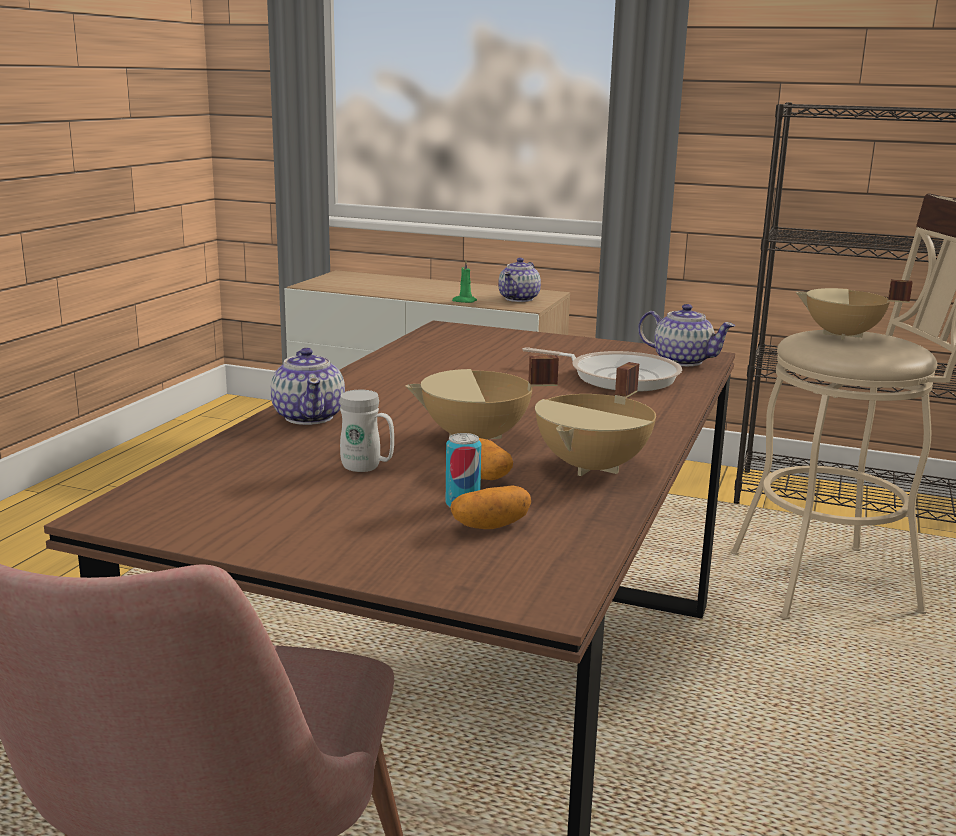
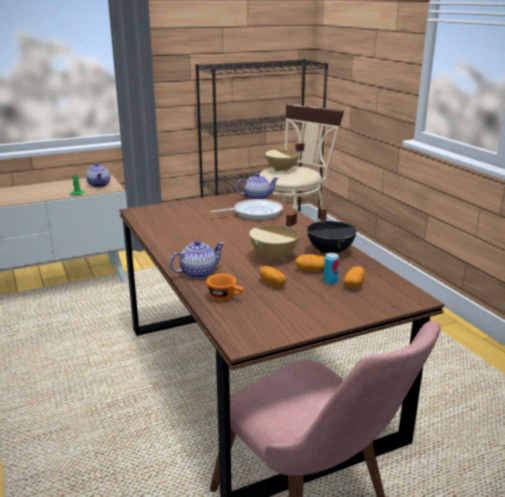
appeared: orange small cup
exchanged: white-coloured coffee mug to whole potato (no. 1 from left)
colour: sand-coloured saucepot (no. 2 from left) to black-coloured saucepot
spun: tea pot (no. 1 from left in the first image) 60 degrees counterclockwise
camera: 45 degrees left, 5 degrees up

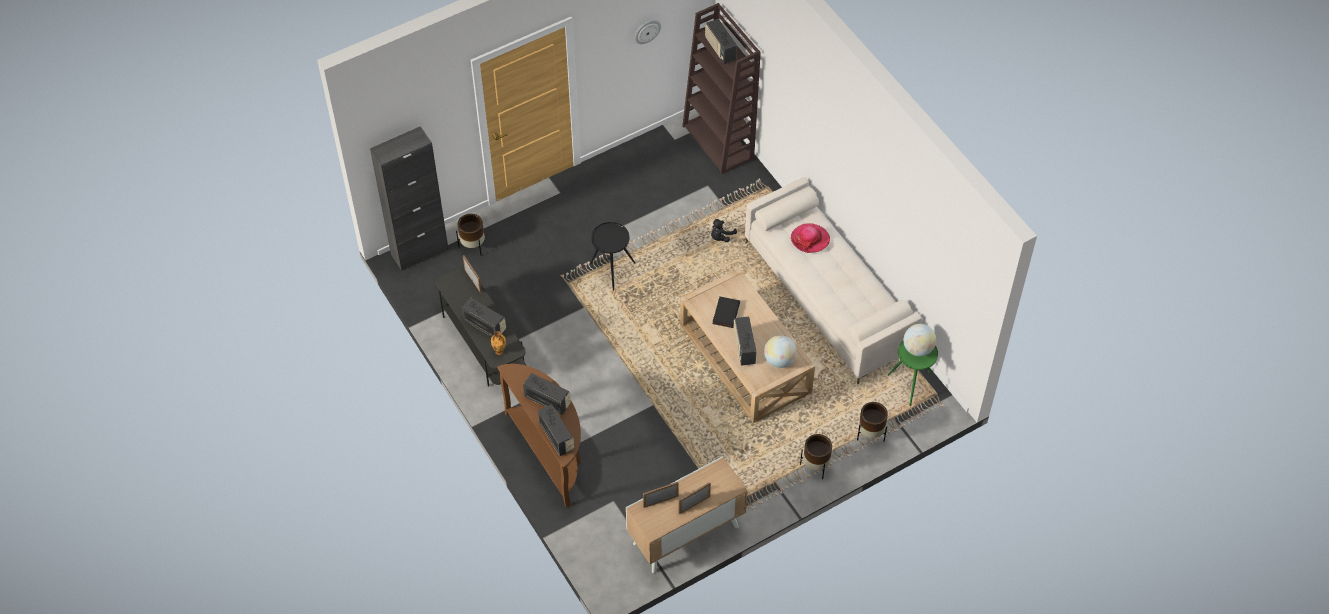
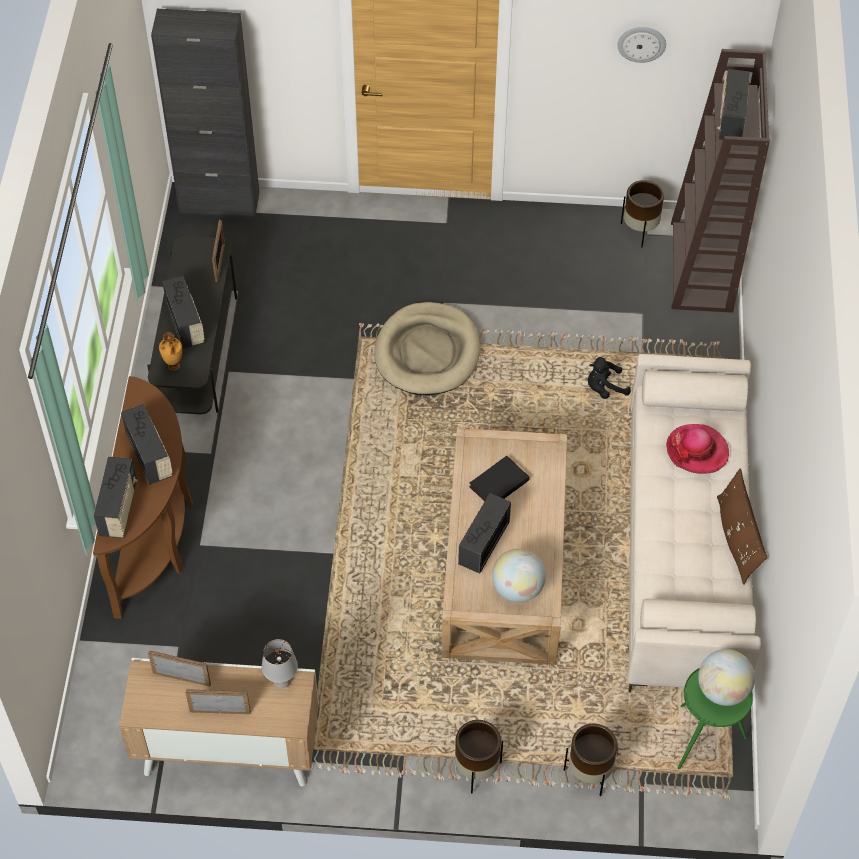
appeared: brown-coloured cushion; gray tabletop lamp
relocated: brown-coloured planter (no. 1 from left in the first image) to brown-coloured planter (no. 3 from left)
exchanged: black-coloured end table to sand-coloured dog cushion
camera: 35 degrees right, 0 degrees up

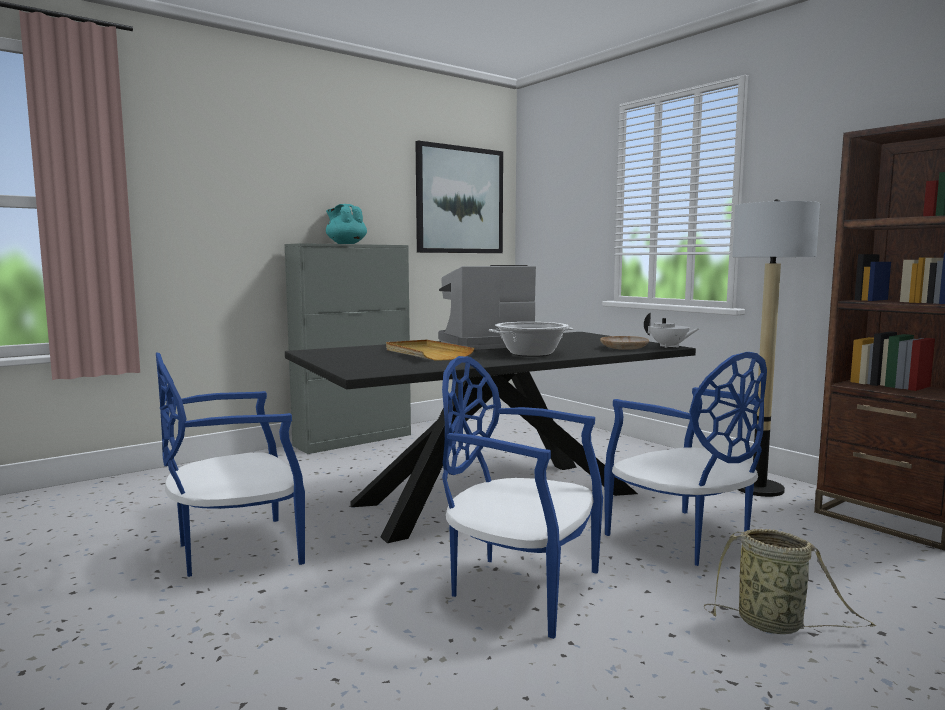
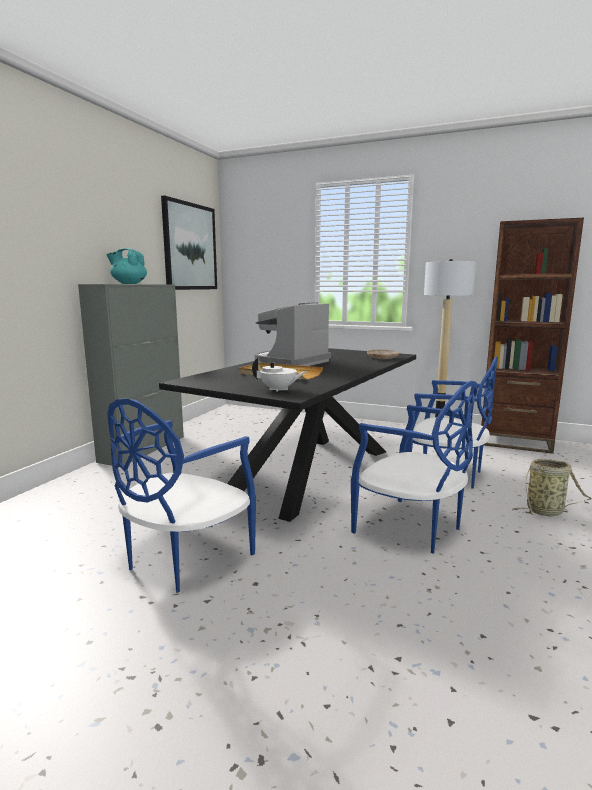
missing: saucepot
relocated: white-coloured tea pot
spun: blue-coloured plain chair (no. 2 from left) 135 degrees counterclockwise
camera: 30 degrees left, 5 degrees up

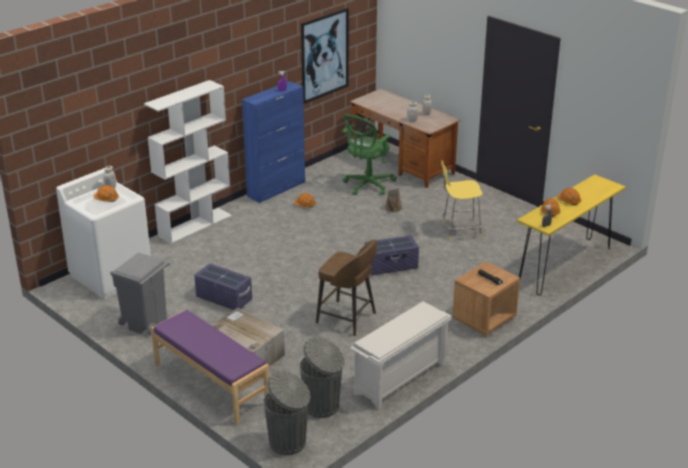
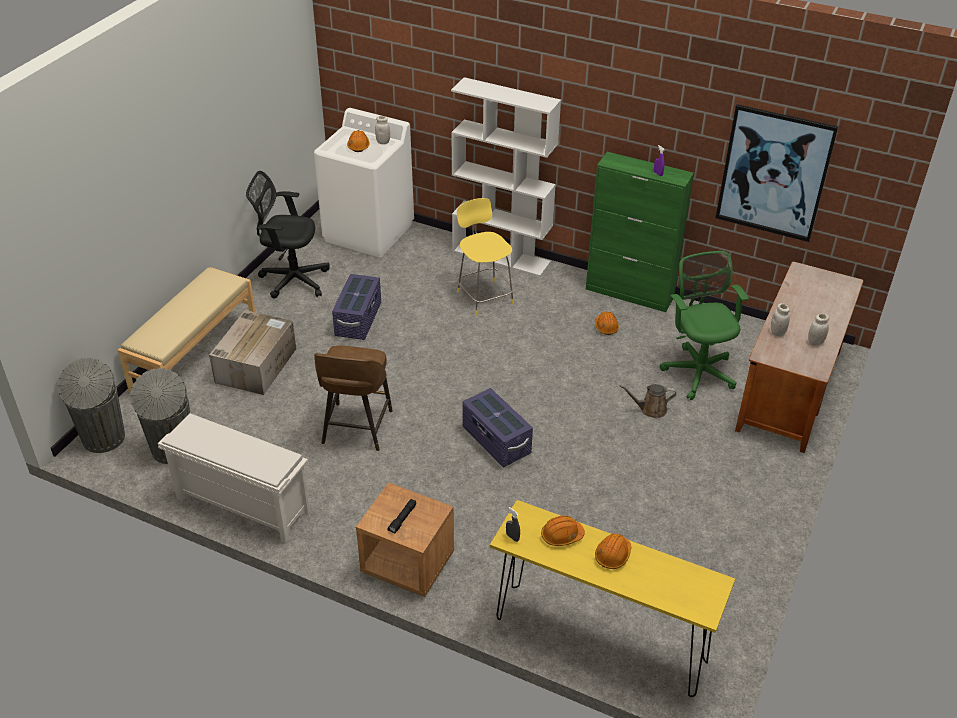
relocated: yellowish stool
exchanged: gray waste bin (no. 1 from left) to black-coloured office chair
colour: blue-coloured cupboard to green-coloured cupboard; purplish indoor bench to sand-coloured indoor bench
spun: green-coloured office chair 60 degrees clockwise
camera: 70 degrees right, 10 degrees up

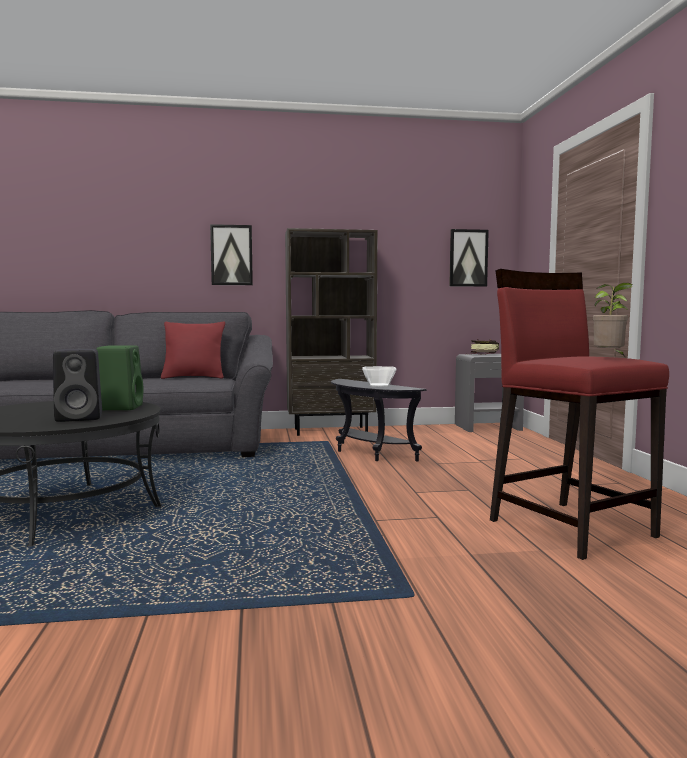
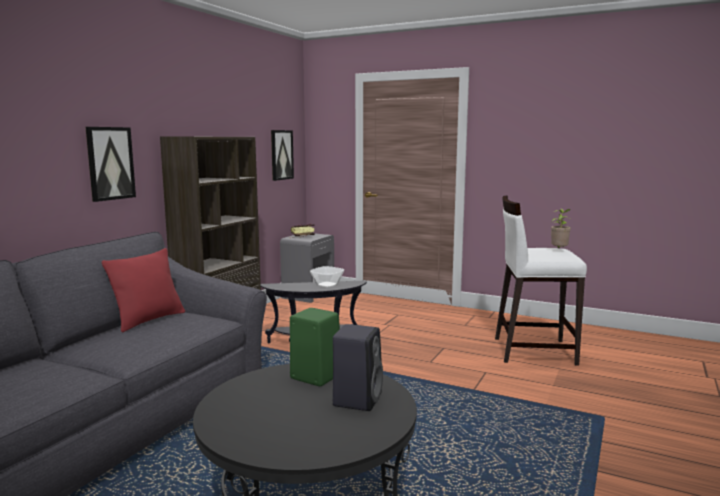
colour: reddish stool to white-coloured stool
camera: 55 degrees left, 5 degrees up

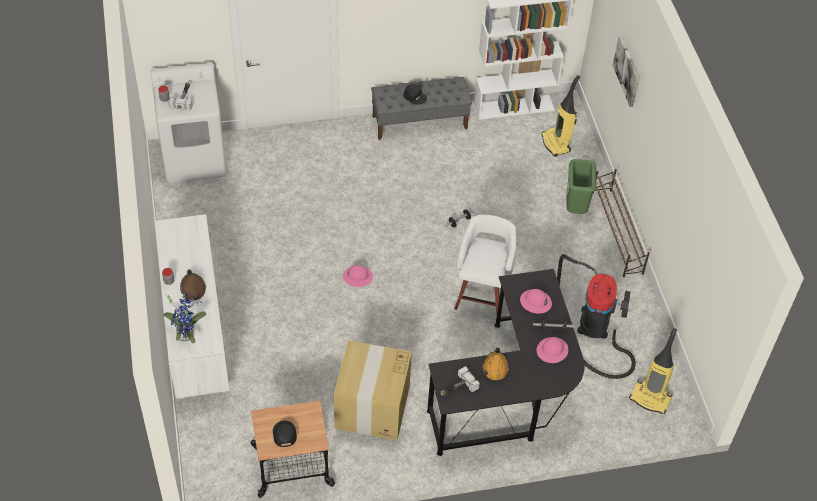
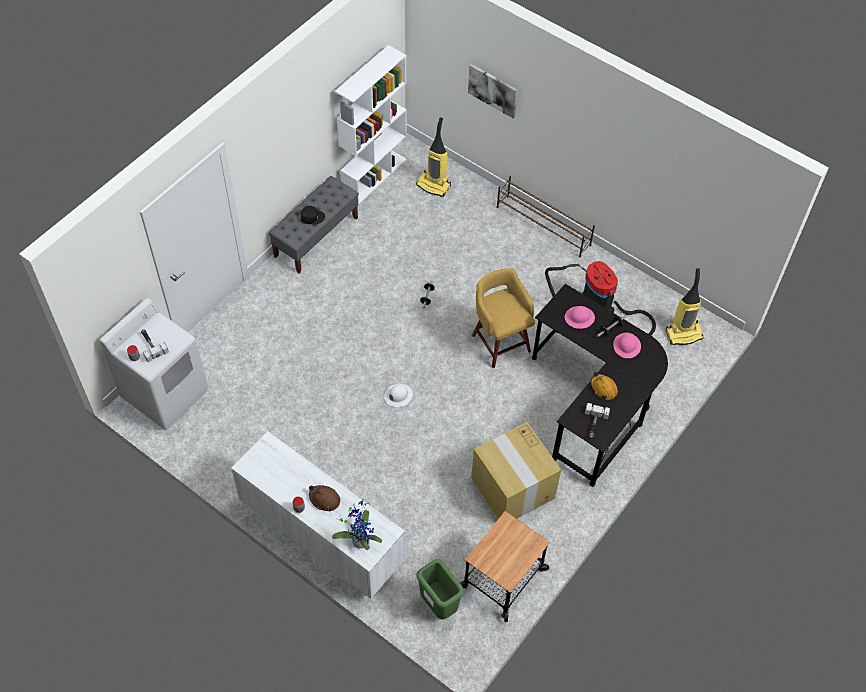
missing: black-coloured peaked cap (no. 1 from left)
relocated: green-coloured waste bin
colour: white-coloured stool to yellowish stool; pink-coloured safety helmet (no. 1 from left) to white-coloured safety helmet
camera: 40 degrees left, 5 degrees up

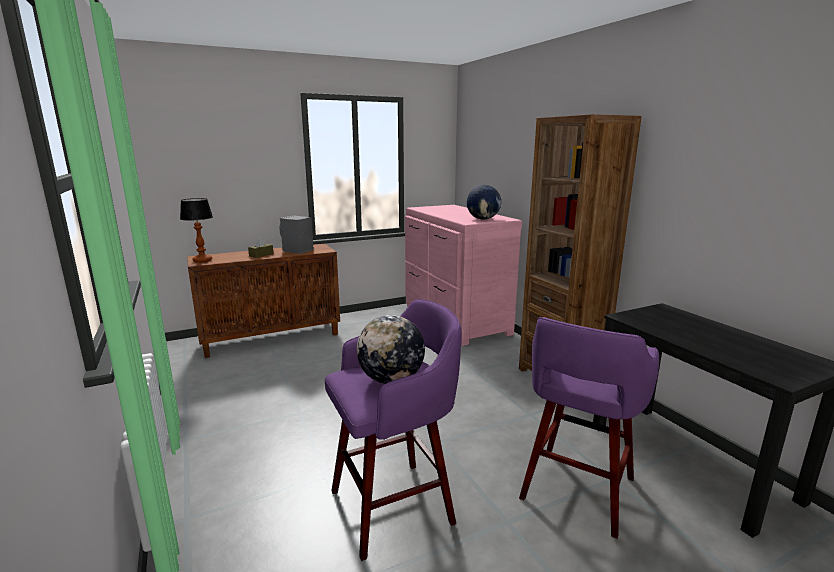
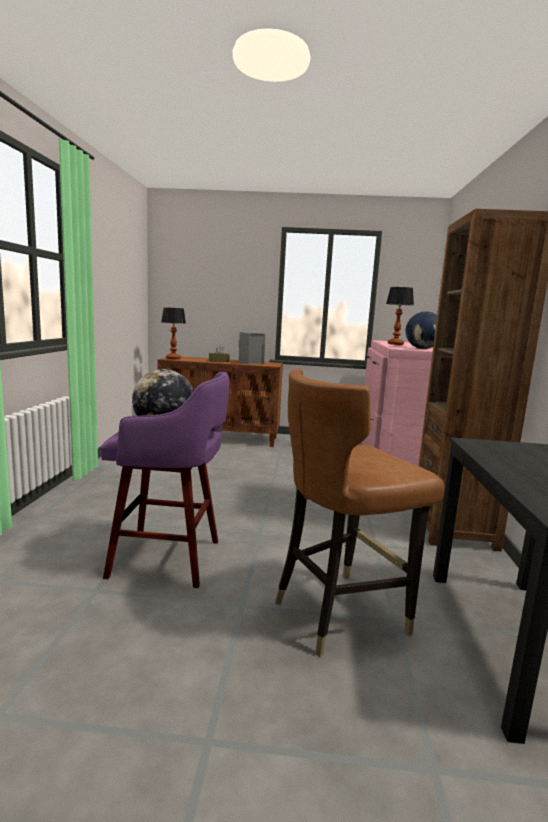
appeared: tabletop lamp (no. 2 from left)
exchanged: purplish stool (no. 2 from left) to brown-coloured plain chair
camera: 30 degrees right, 5 degrees down

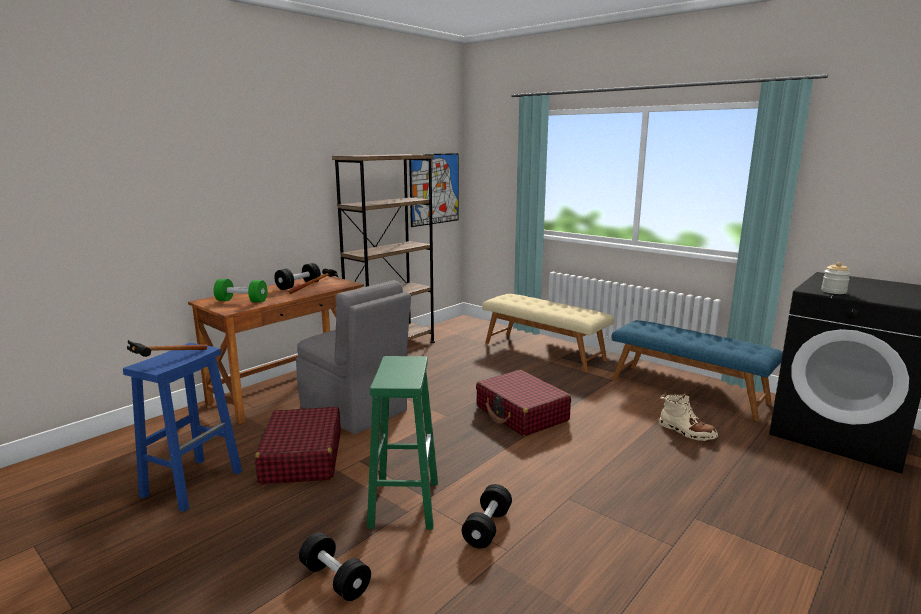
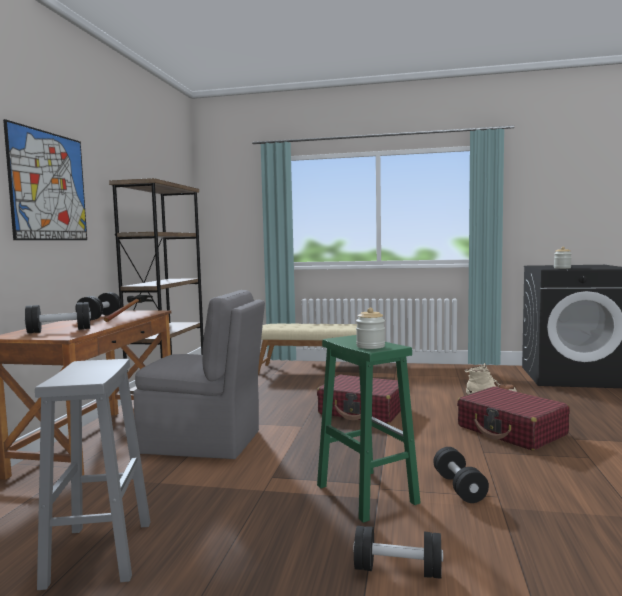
missing: blue-coloured indoor bench; hand hammer (no. 1 from left)
appeared: preserve jar (no. 1 from left)
relocated: wall picture; reddish suitcase (no. 1 from left in the first image) to reddish suitcase (no. 2 from left)
colour: green-coloured hand weight to black-coloured hand weight (no. 1 from left); blue-coloured stool to gray stool
camera: 30 degrees left, 10 degrees down

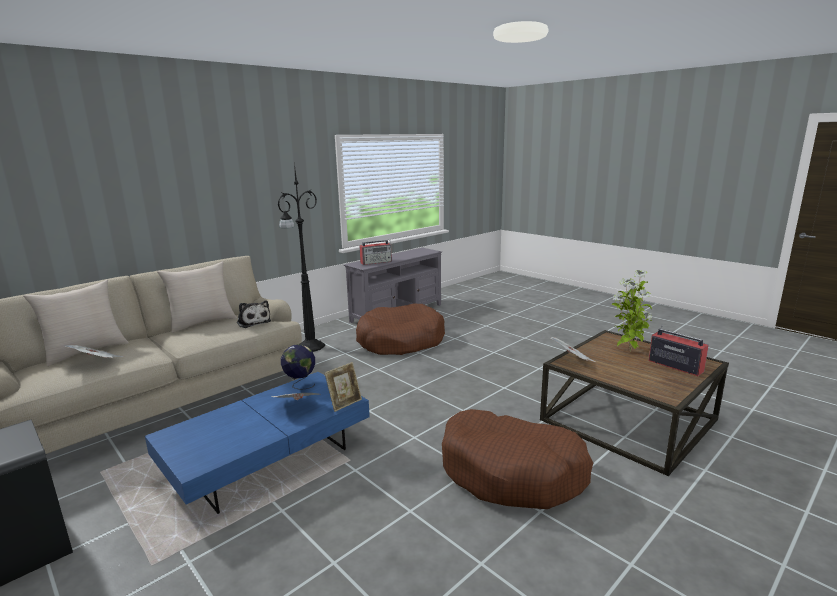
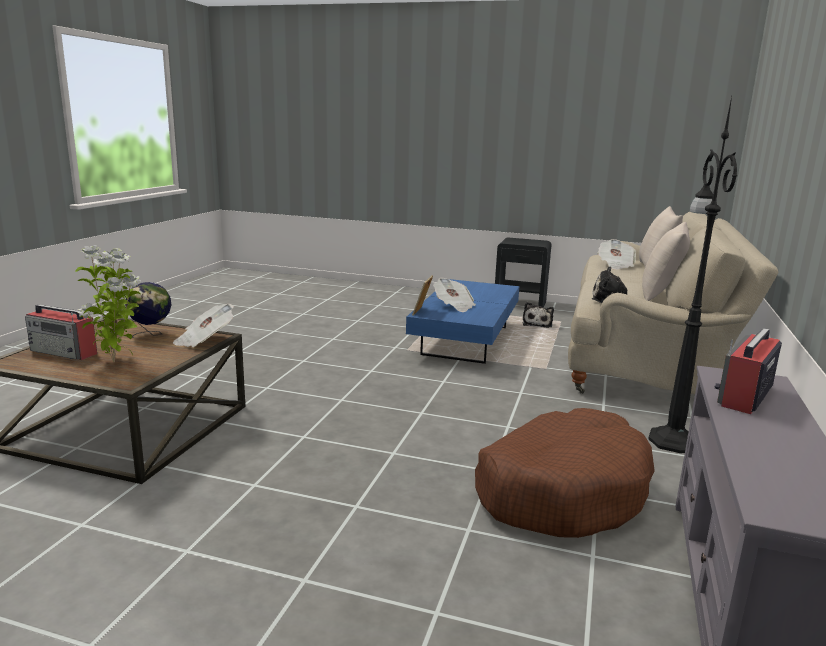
missing: brown-coloured dog cushion (no. 2 from left)
appeared: soft toy (no. 1 from left)
relocated: globe
camera: 150 degrees right, 0 degrees up

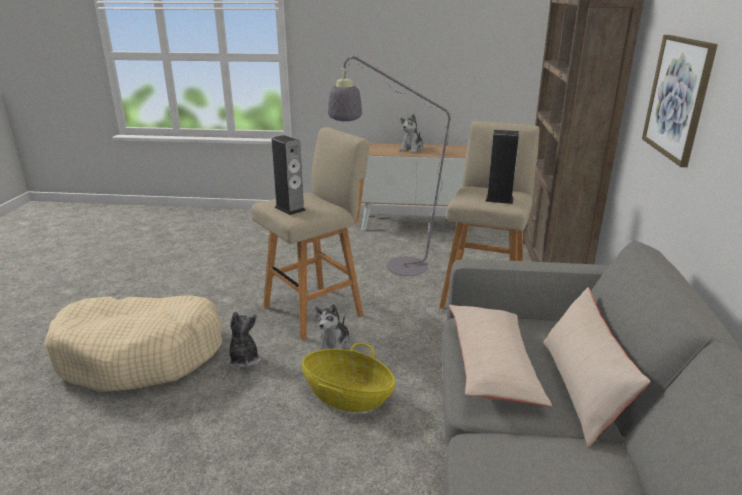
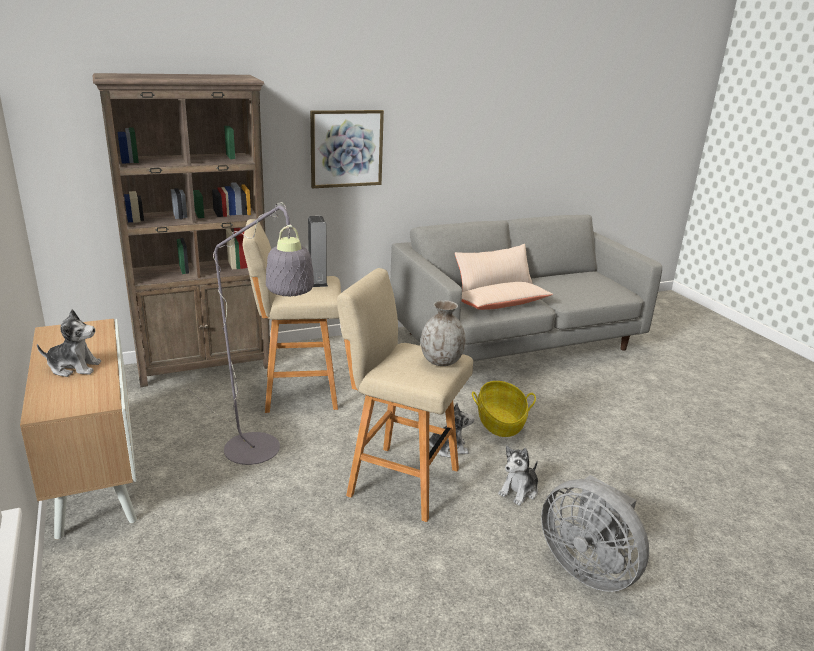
exchanged: loudspeaker (no. 1 from left) to gray decorative vase; sand-coloured dog cushion to gray electric fan
camera: 120 degrees left, 0 degrees up

